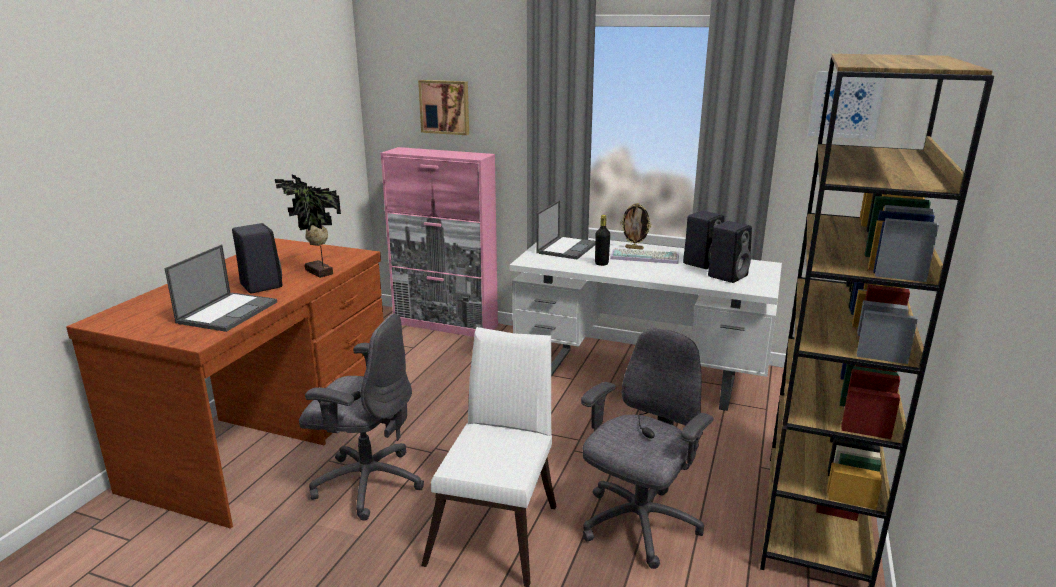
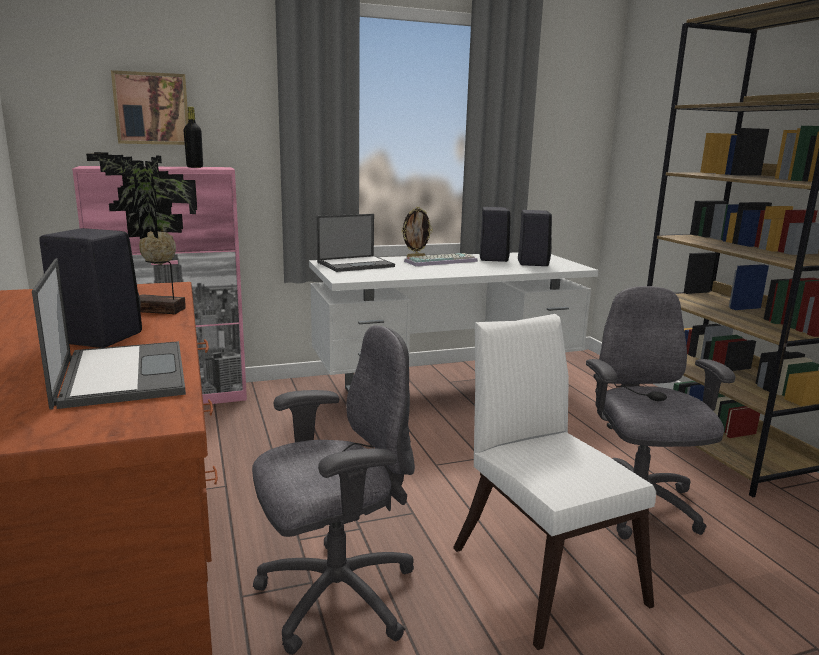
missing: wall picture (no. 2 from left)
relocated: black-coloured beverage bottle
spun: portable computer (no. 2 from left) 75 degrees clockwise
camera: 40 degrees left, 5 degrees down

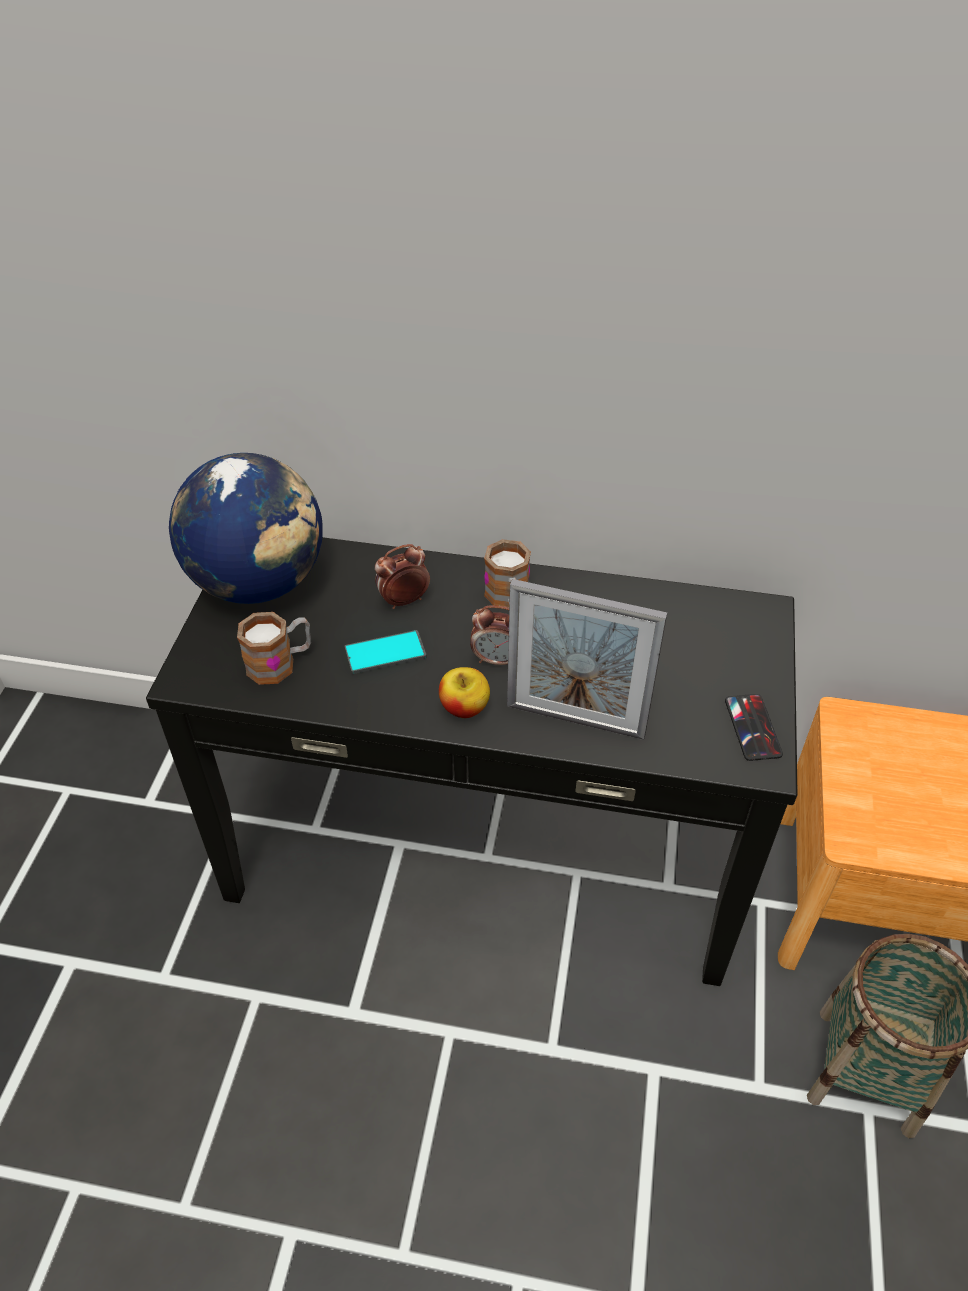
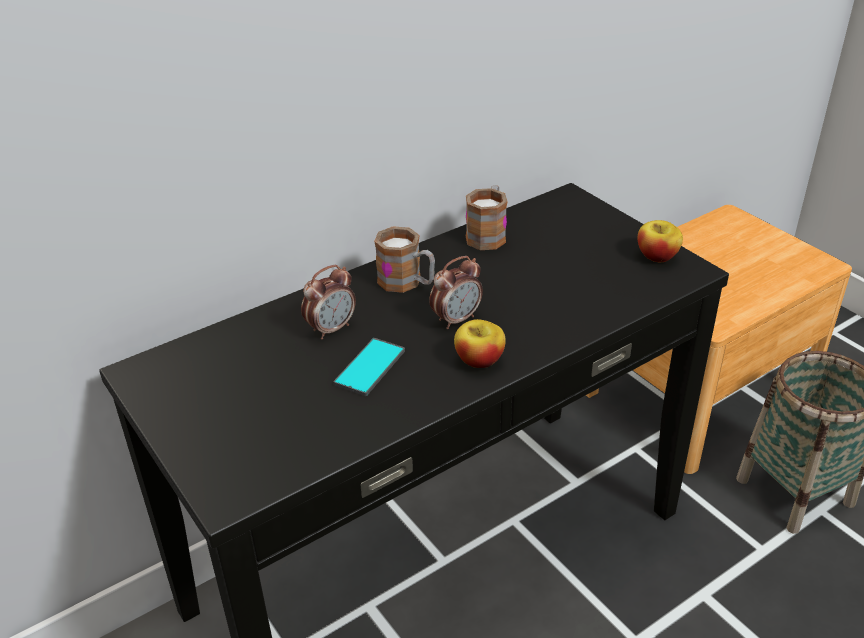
missing: globe; standing frame
relocated: coffee mug (no. 1 from left in the first image) to coffee mug (no. 2 from left)
exchanged: phone (no. 2 from left) to apple (no. 2 from left)
spun: alarm clock (no. 1 from left) 150 degrees counterclockwise
camera: 45 degrees left, 10 degrees down

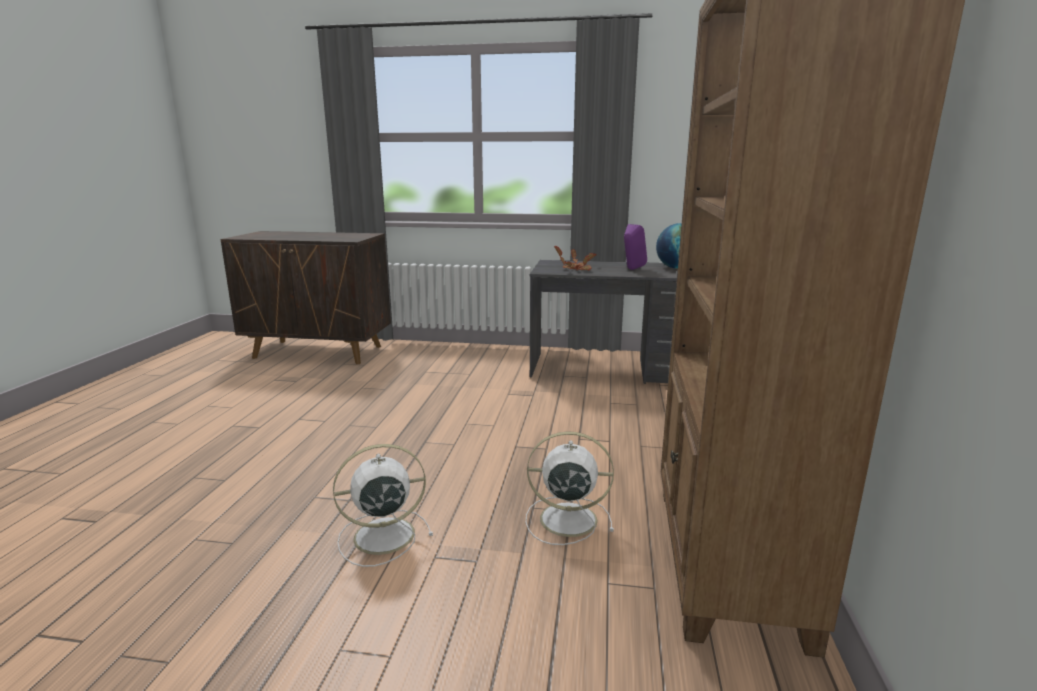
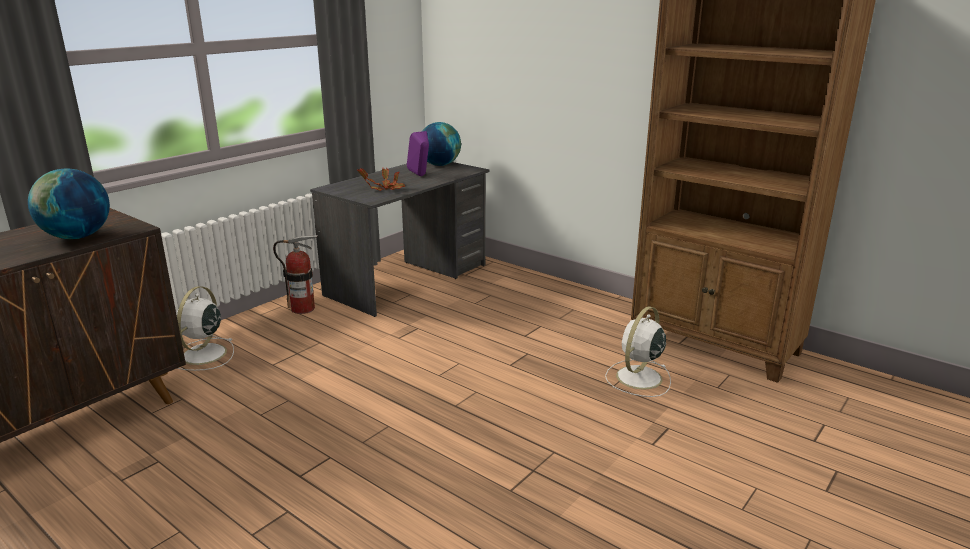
appeared: globe (no. 1 from left); fire extinguisher
relocated: white-coloured electric fan (no. 1 from left)
camera: 60 degrees left, 5 degrees up

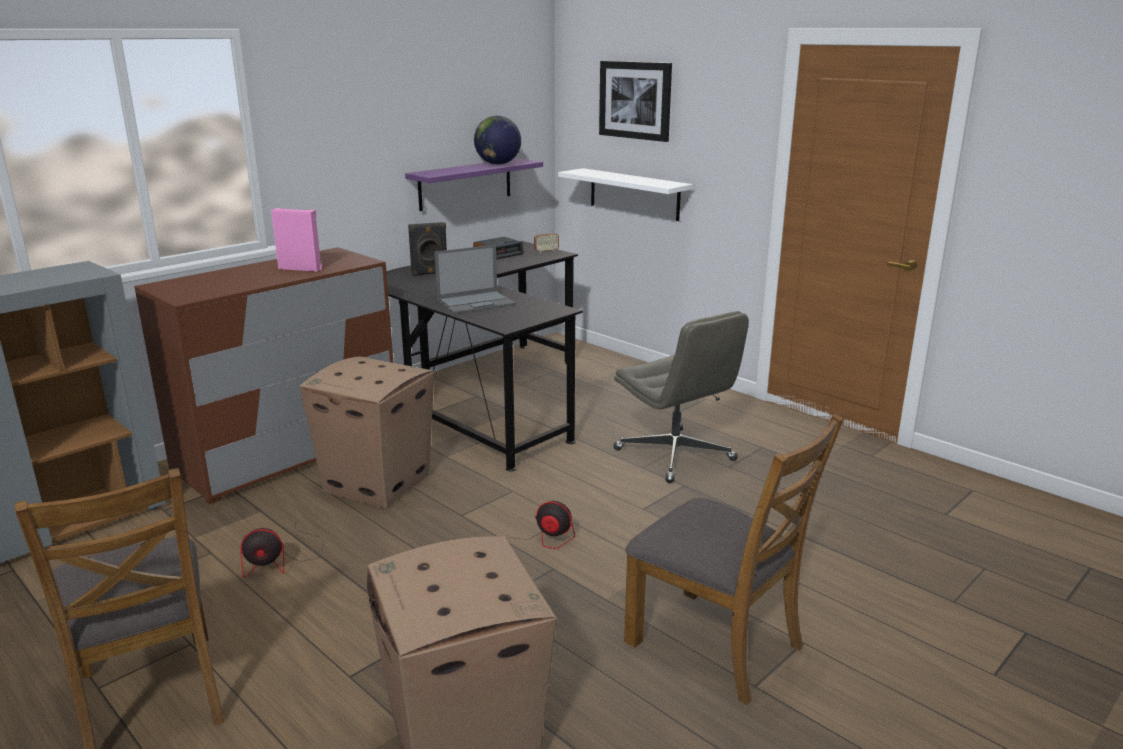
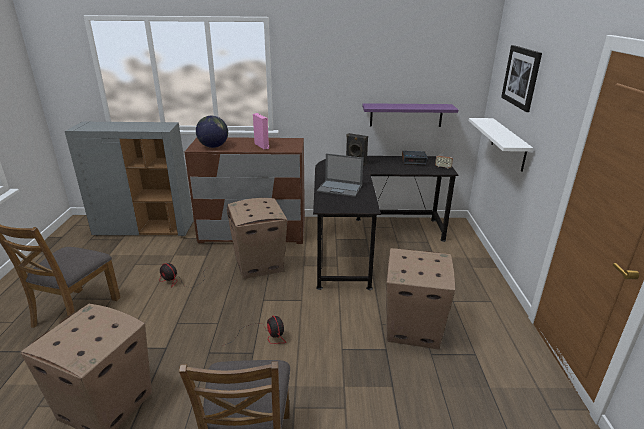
relocated: globe
exchanged: gray office chair to cardboard box (no. 3 from left)
camera: 45 degrees right, 5 degrees up

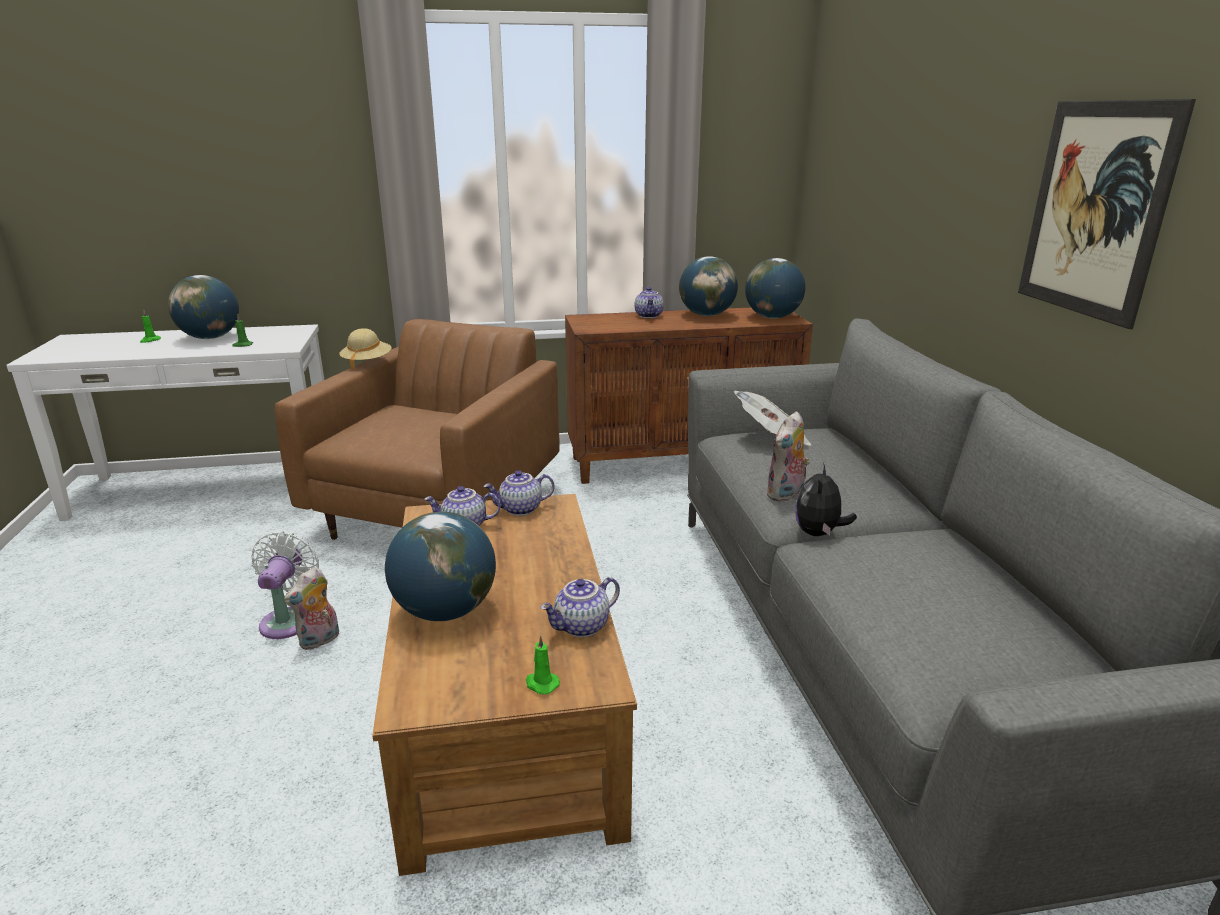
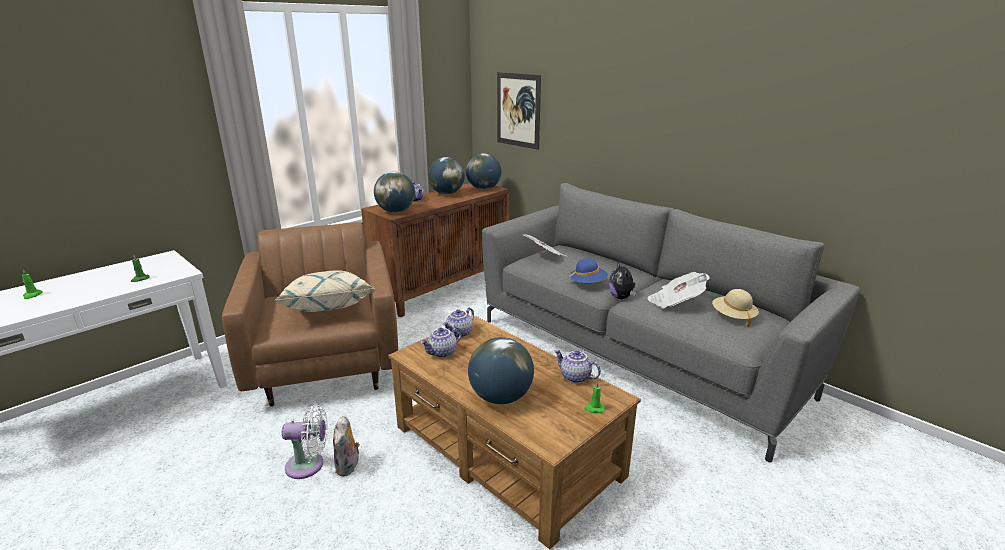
appeared: sand-coloured cushion; printed paper (no. 2 from left)
relocated: wall picture; globe (no. 1 from left); sand-coloured hat
exchanged: soft toy (no. 2 from left) to blue-coloured hat
spun: white-coloured electric fan 120 degrees clockwise; tea pot (no. 3 from left in the first image) 105 degrees clockwise
camera: 35 degrees left, 0 degrees up

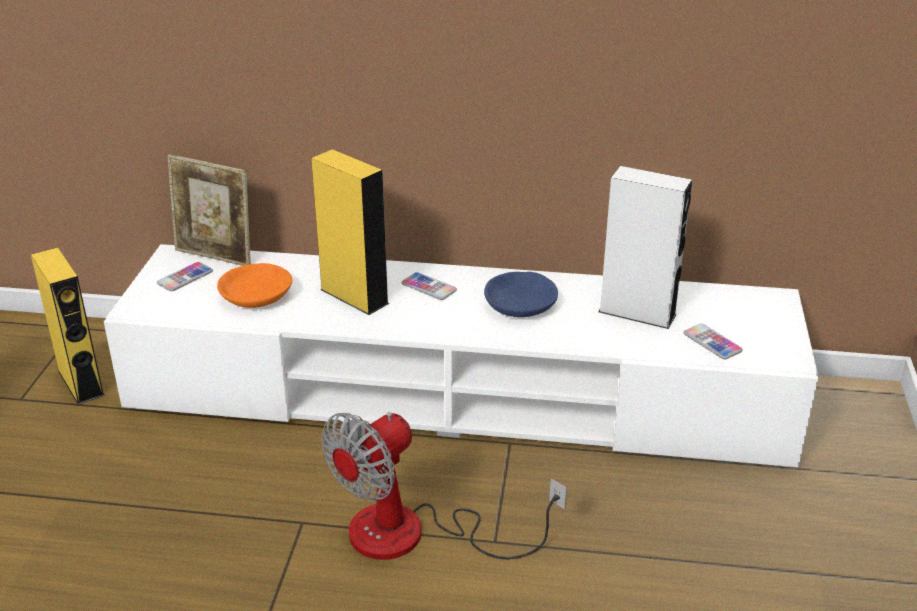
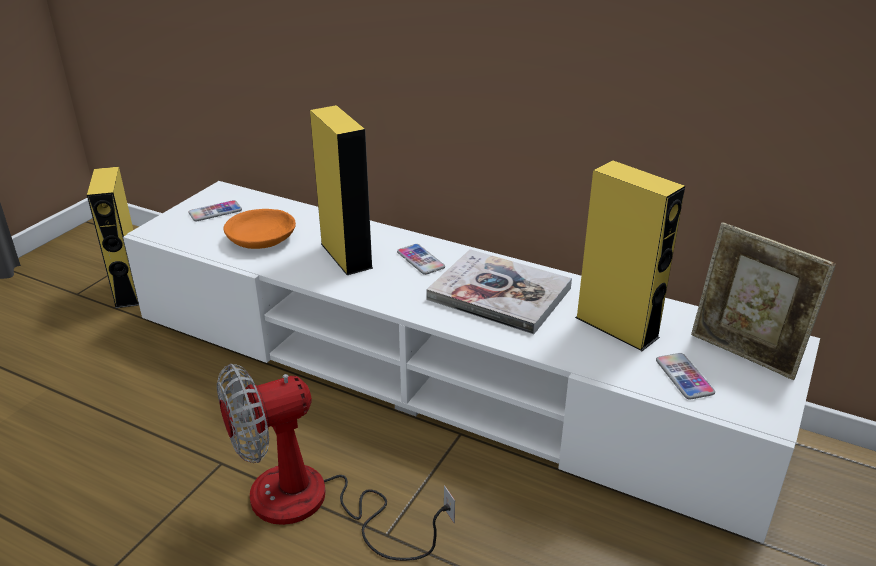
relocated: standing frame
exchanged: blue-coloured bowl to book
colour: white-coloured loudspeaker to yellowish loudspeaker (no. 3 from left)
camera: 20 degrees right, 0 degrees up

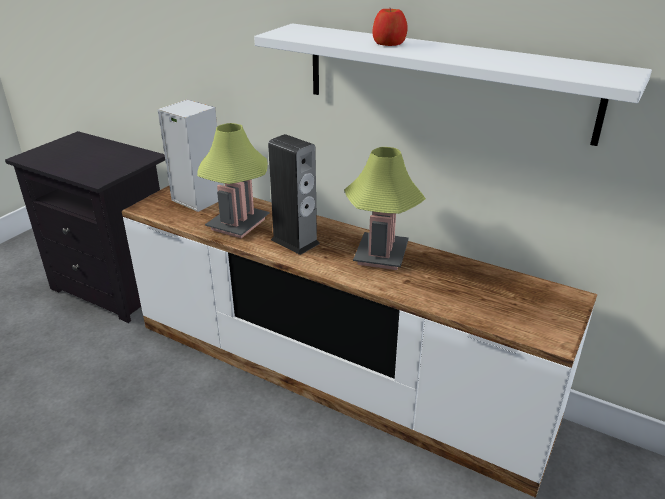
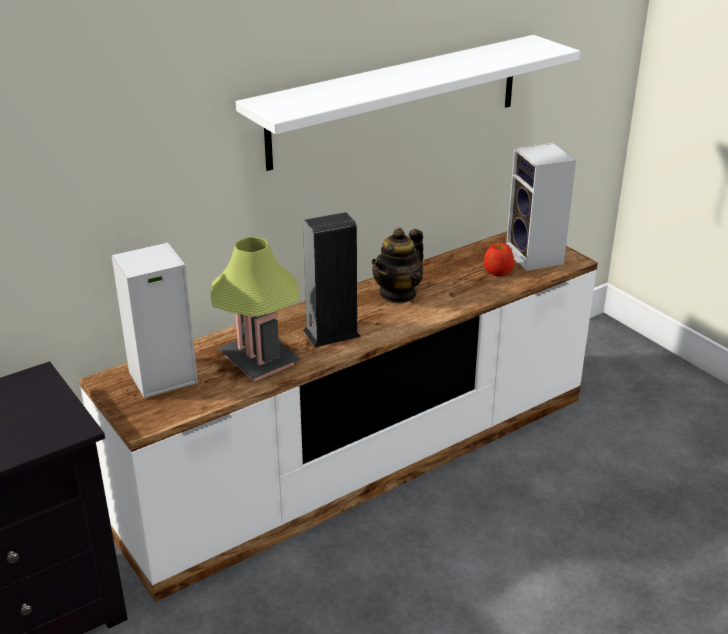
appeared: loudspeaker (no. 3 from left)
relocated: apple
exchanged: tabletop lamp (no. 2 from left) to tea pot
camera: 65 degrees left, 0 degrees up

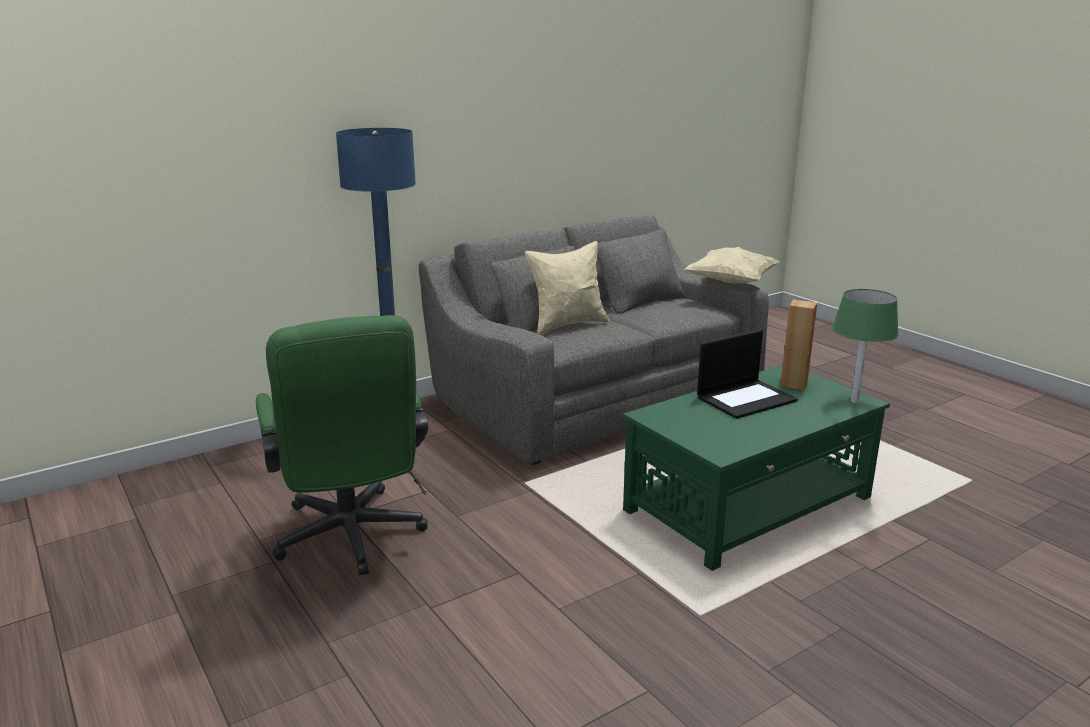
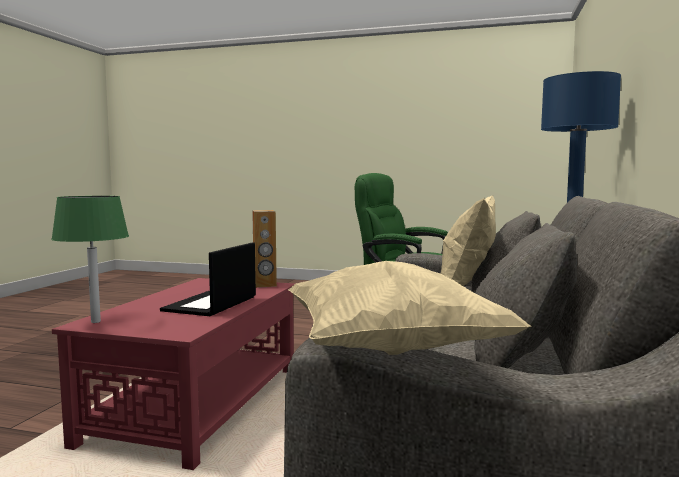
relocated: brown-coloured loudspeaker
colour: green-coloured coffee table to reddish coffee table
camera: 140 degrees right, 15 degrees down

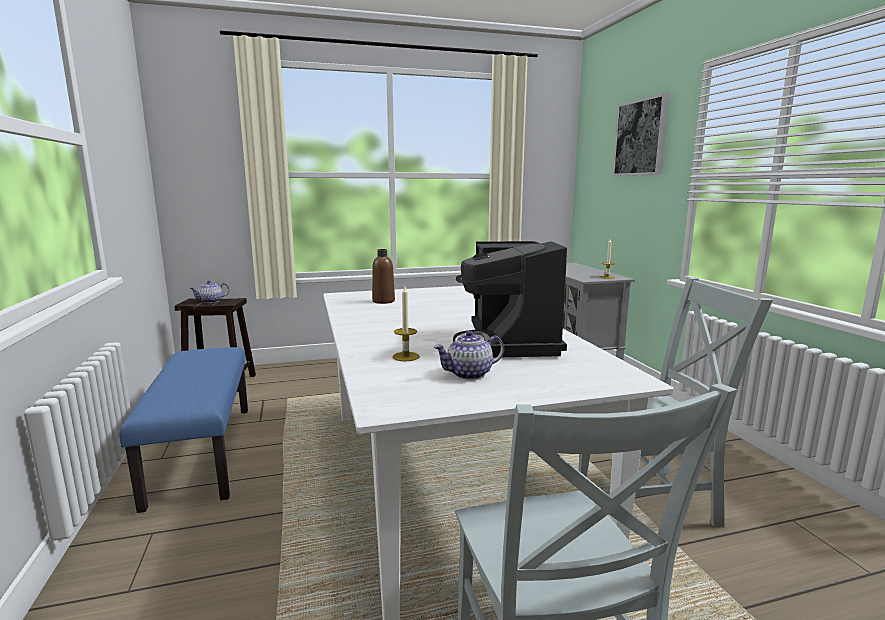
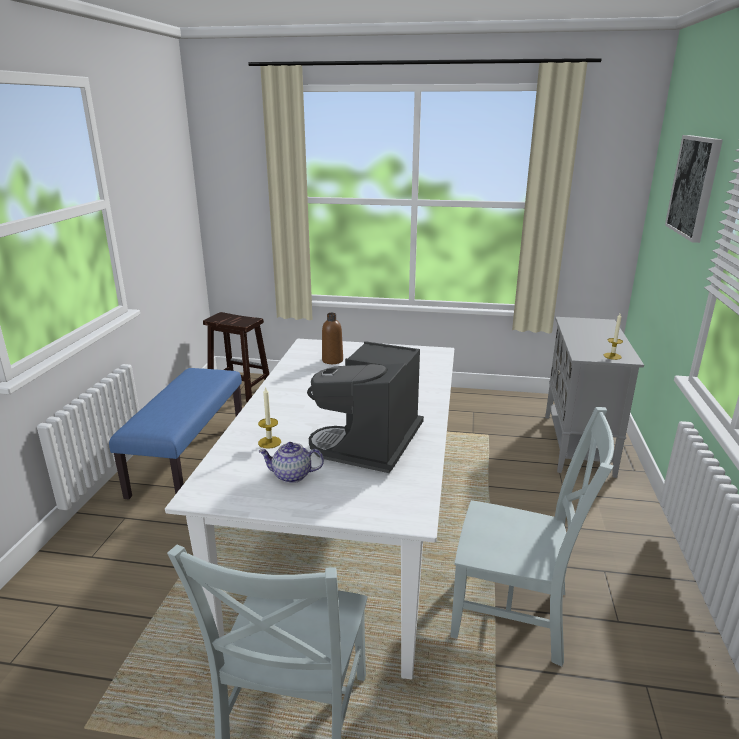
missing: tea pot (no. 1 from left)
camera: 25 degrees right, 10 degrees up

